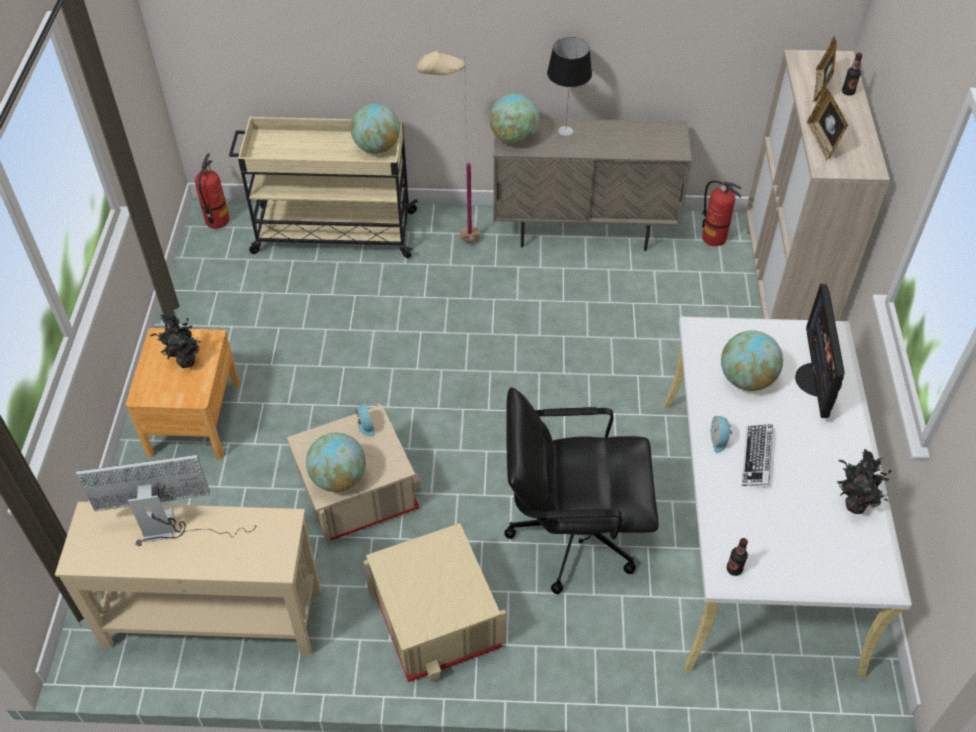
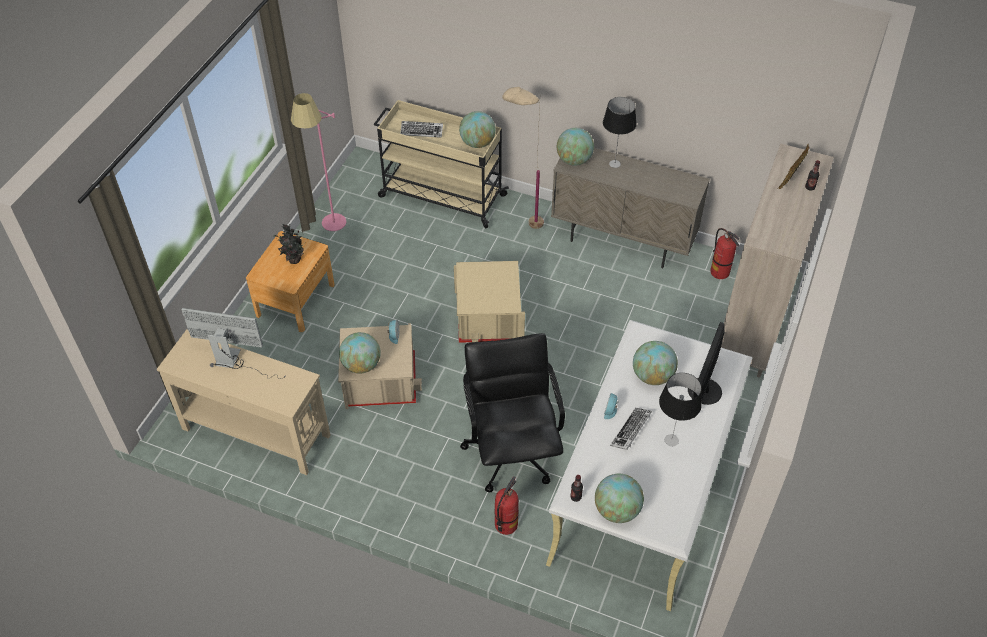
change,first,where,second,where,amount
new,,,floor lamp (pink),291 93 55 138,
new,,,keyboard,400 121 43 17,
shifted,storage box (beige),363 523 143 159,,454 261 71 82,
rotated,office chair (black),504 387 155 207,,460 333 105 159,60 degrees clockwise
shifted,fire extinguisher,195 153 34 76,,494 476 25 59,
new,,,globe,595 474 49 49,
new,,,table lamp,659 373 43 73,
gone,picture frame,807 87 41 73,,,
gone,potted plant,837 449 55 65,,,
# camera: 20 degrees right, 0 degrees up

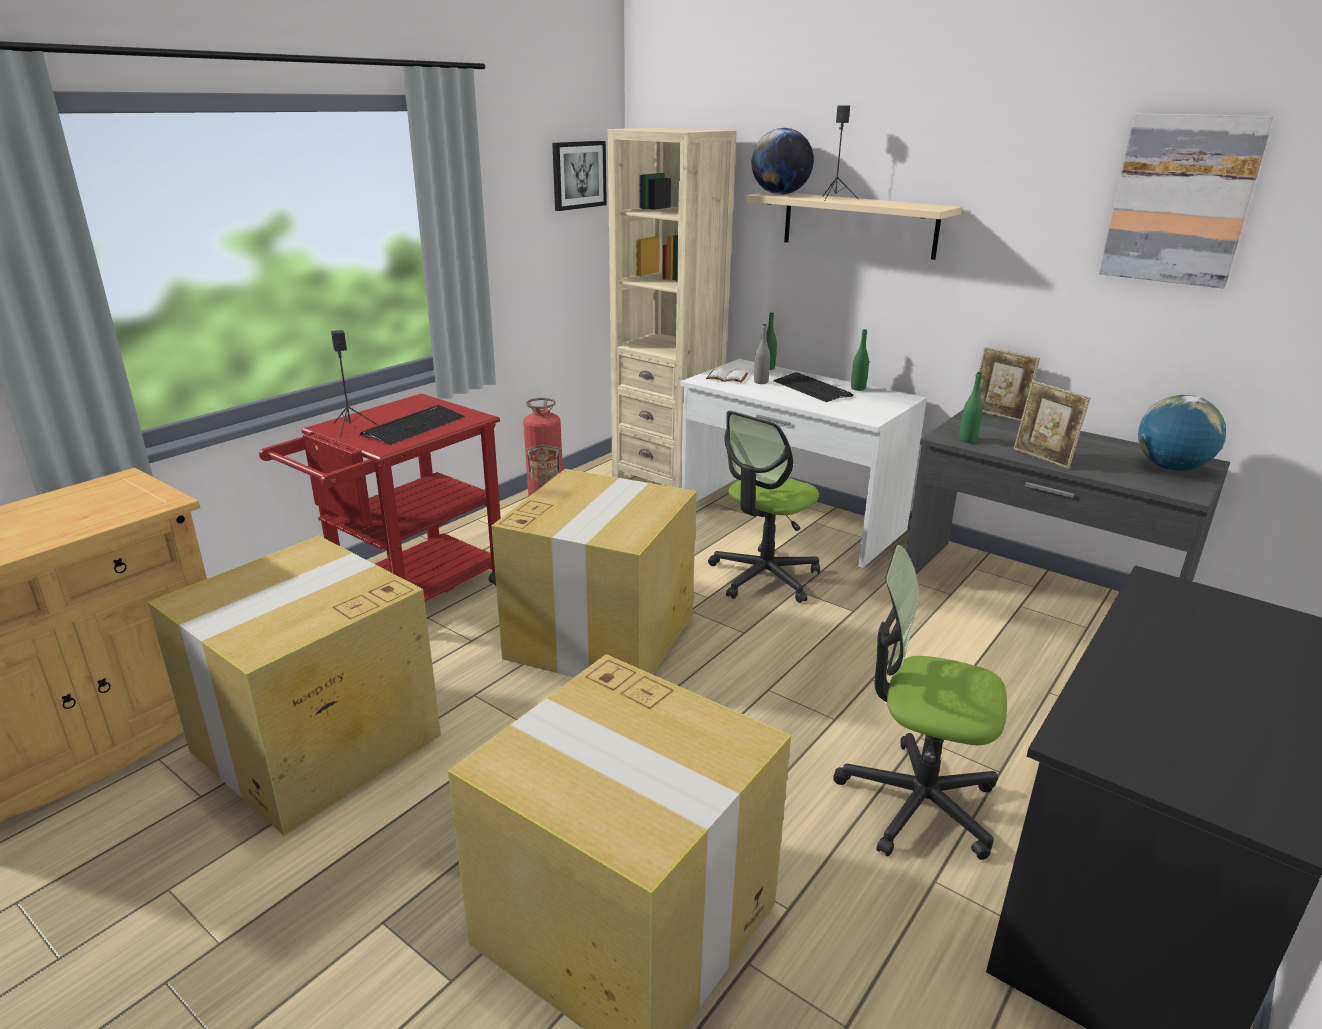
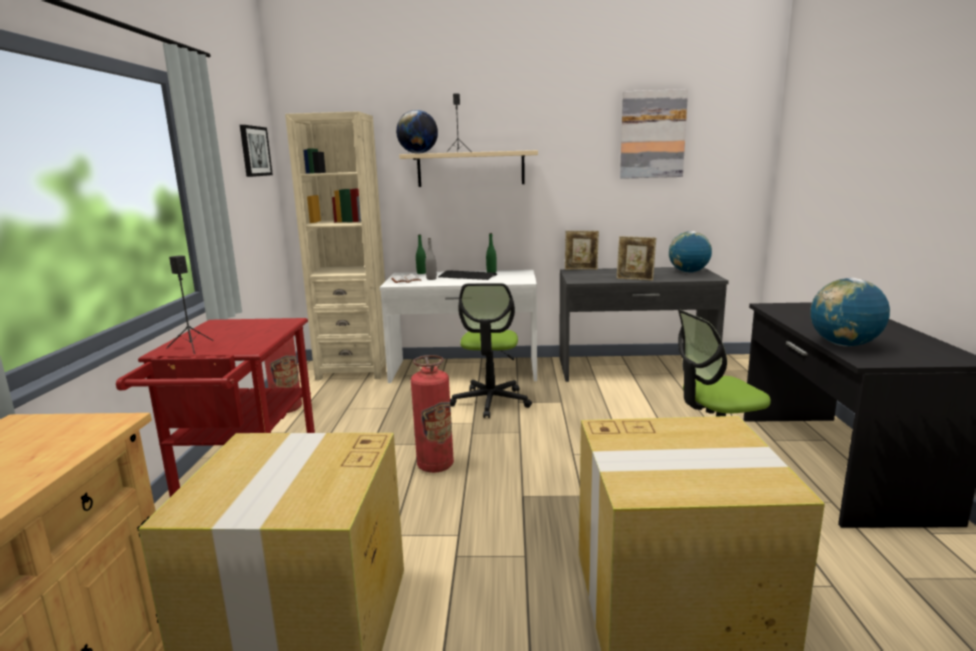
change,first,where,second,where,amount
swapped,cardboard box,491 469 206 208,fire extinguisher,411 355 43 118,
new,,,globe,810 278 80 68,
gone,keyboard,360 405 105 40,,,
gone,bottle (green),959 372 24 71,,,
# camera: 35 degrees left, 10 degrees down

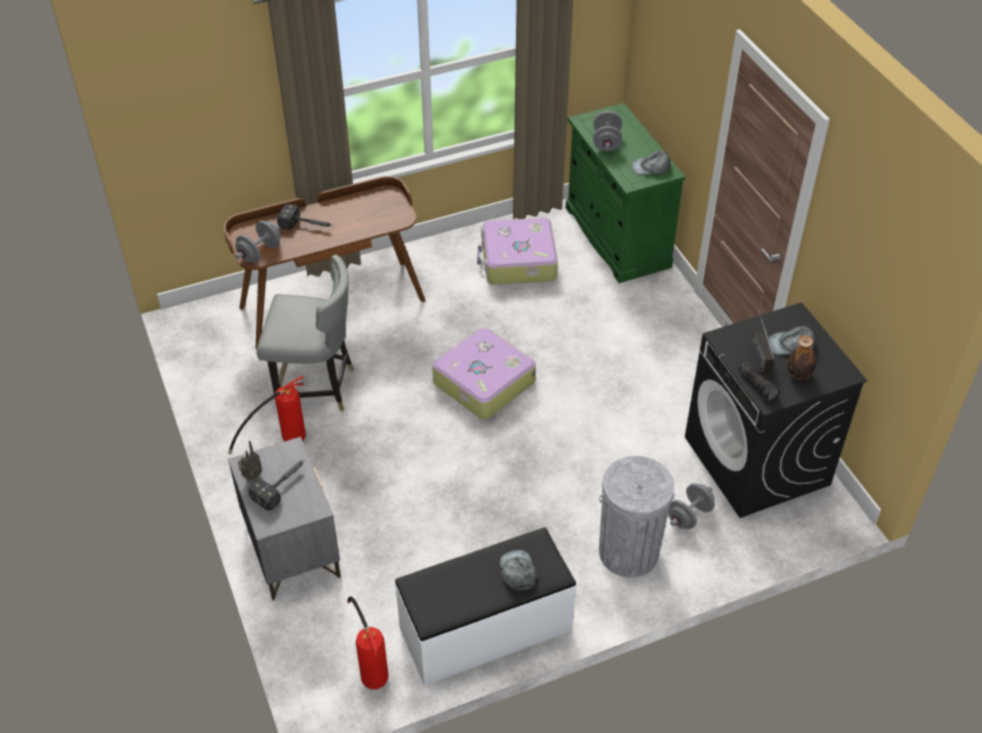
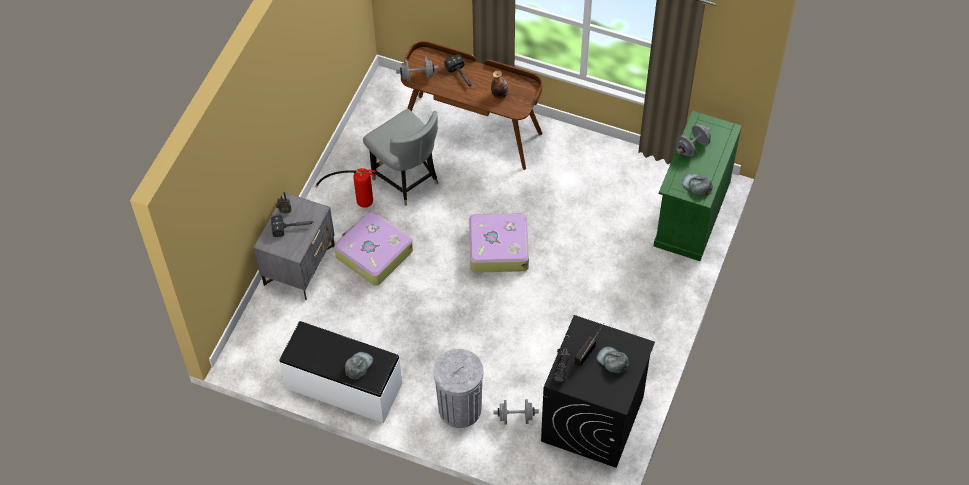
change,first,where,second,where,amount
shifted,suitcase,477 218 81 67,,334 211 79 75,
shifted,bottle,788 335 28 45,,491 70 17 29,
gone,fire extinguisher,347 597 41 92,,,
# camera: 45 degrees right, 10 degrees up

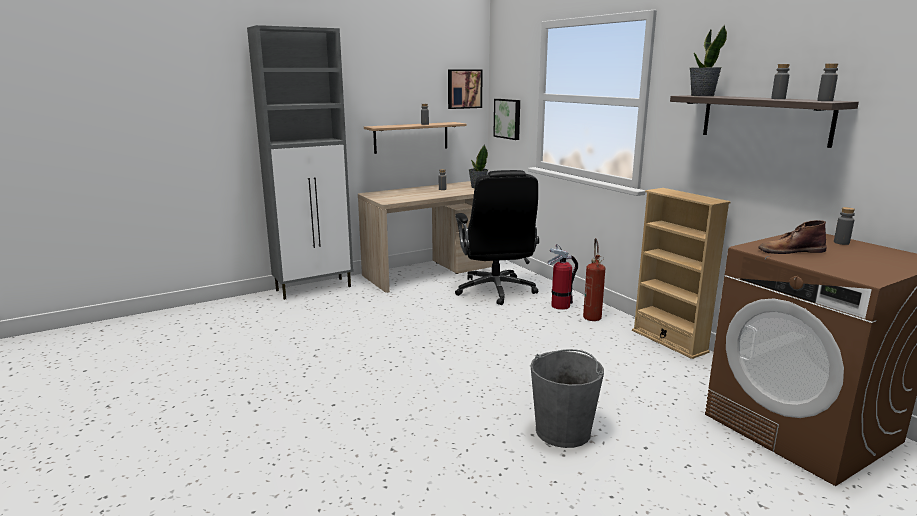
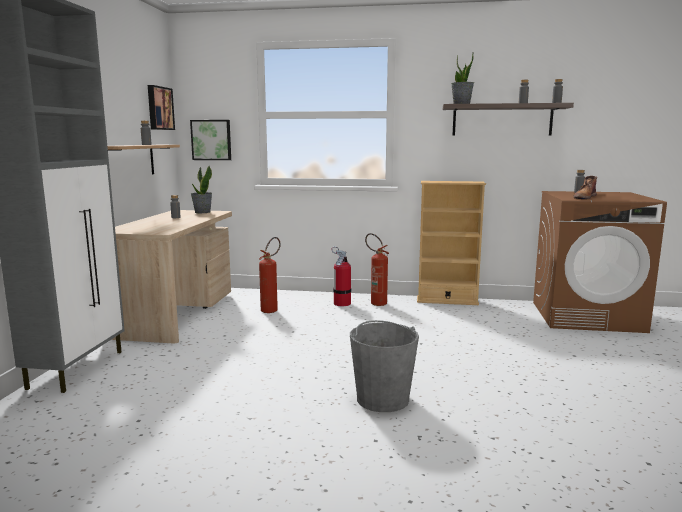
change,first,where,second,where,amount
swapped,office chair (black),455 170 84 135,fire extinguisher,259 237 22 76,
shifted,bucket (grey),531 349 73 99,,350 320 69 92,
# camera: 50 degrees left, 5 degrees down

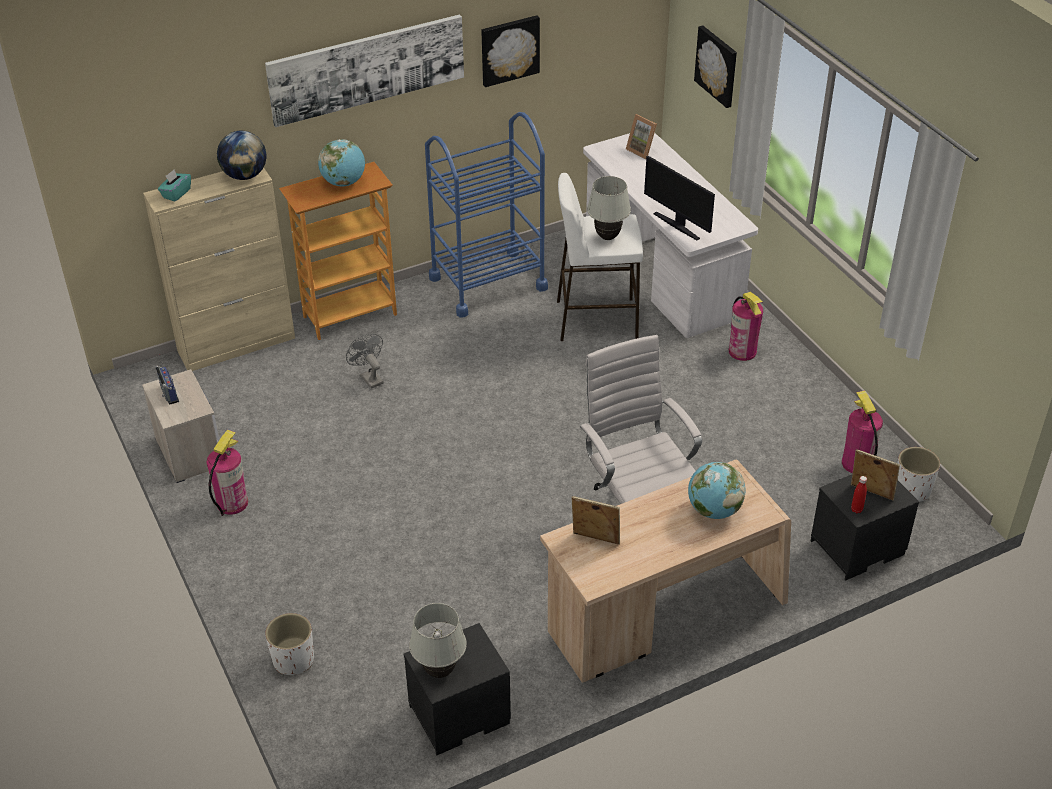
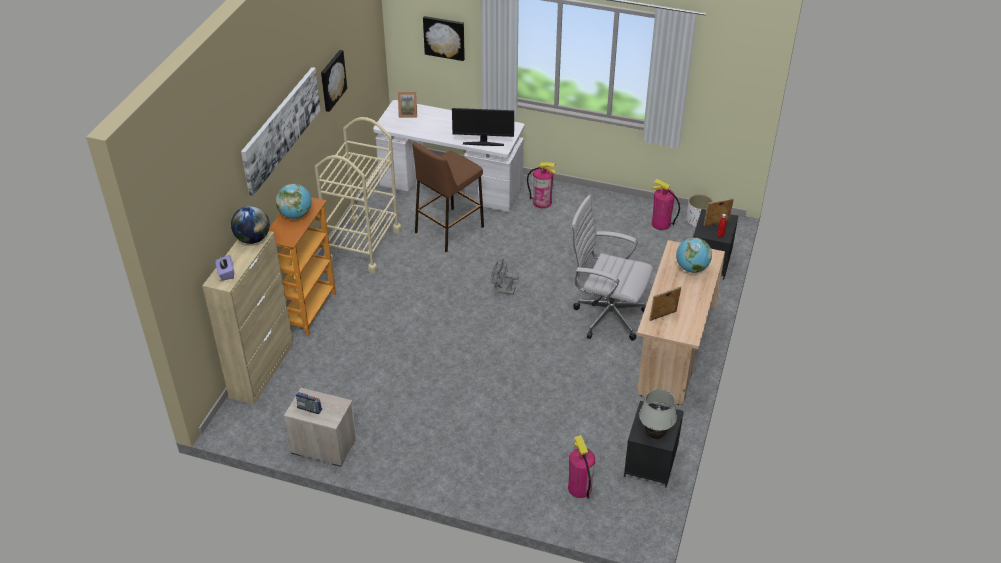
change,first,where,second,where,amount
repainted,tissue box (turquoise),158 169 33 32,tissue box (purple),215 255 19 26,
repainted,cart (blue),425 112 123 206,cart (beige),315 117 86 156,
repainted,stool (white),557 173 86 168,stool (brown),412 142 72 110,
shifted,fan (grey),346 334 38 55,,492 258 27 37,
shifted,fire extinguisher,206 430 42 86,,568 435 28 64,
gone,planter (white),265 613 49 62,,,
gone,table lamp (white),587 176 44 64,,,
# camera: 45 degrees left, 0 degrees up

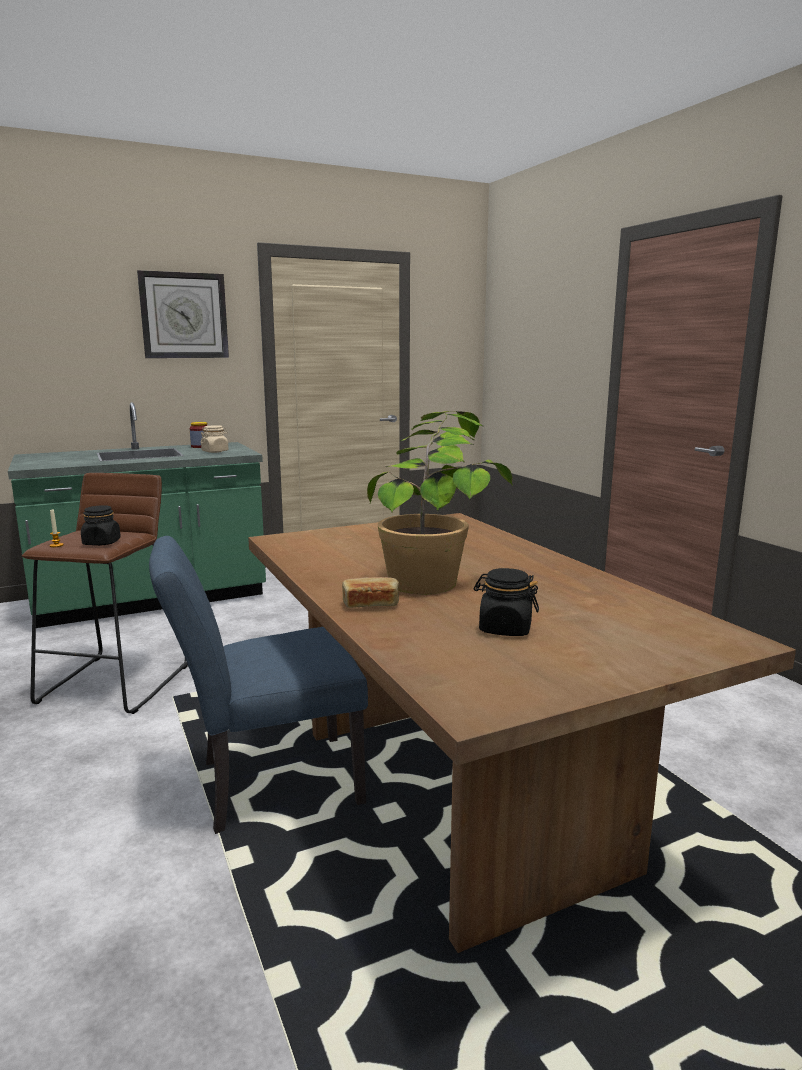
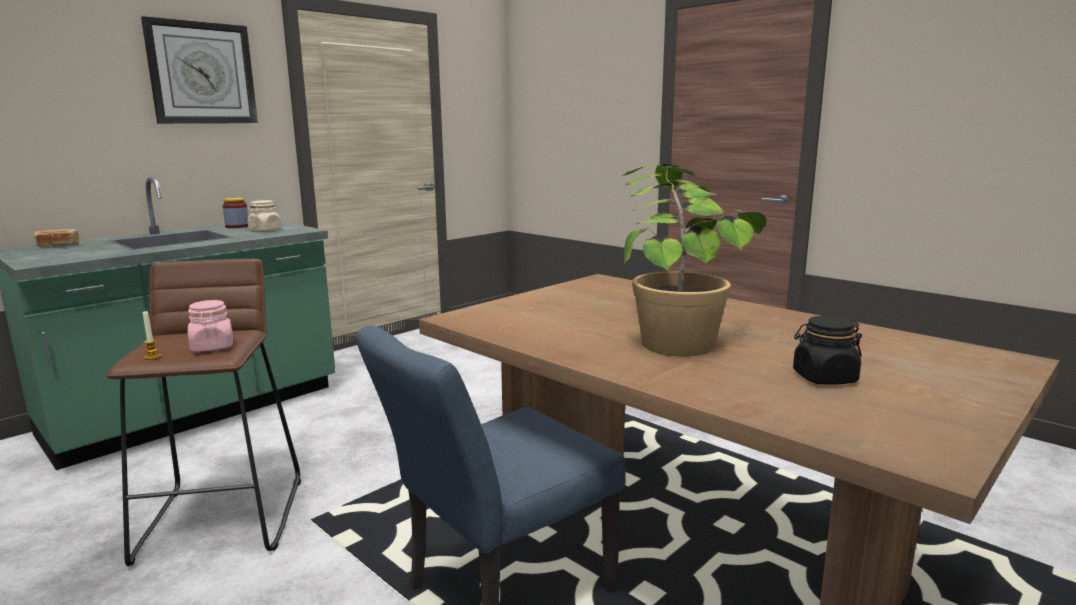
change,first,where,second,where,amount
shifted,bread,342 577 57 31,,34 229 45 18,
repainted,jar (black),81 505 40 41,jar (pink),188 300 45 52,
# camera: 20 degrees left, 0 degrees up

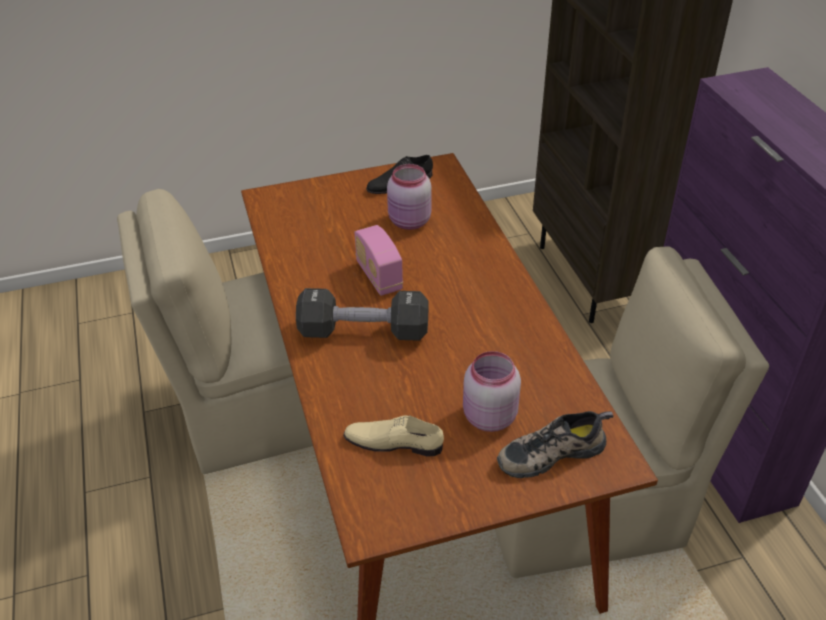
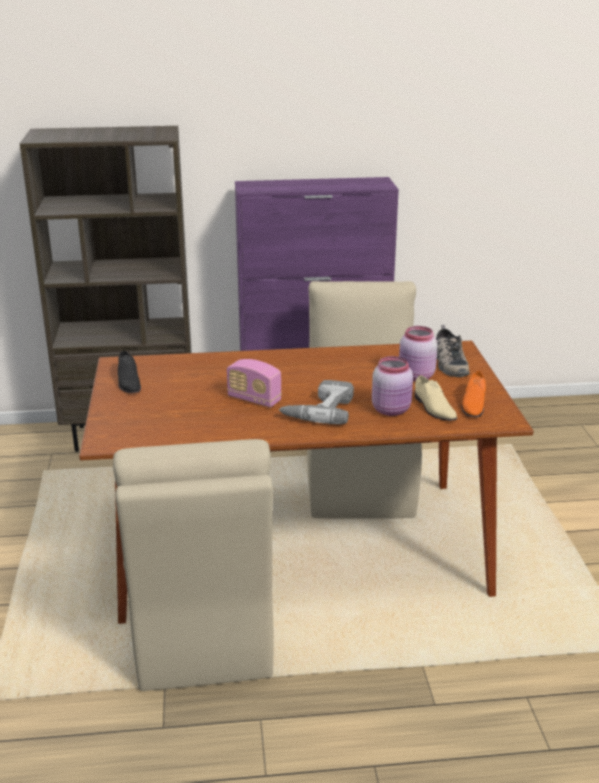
change,first,where,second,where,amount
rotated,radio,355 225 48 71,,227 359 55 48,45 degrees clockwise
swapped,dumbbell (black),296 288 132 53,power drill,279 380 75 44,
shifted,jar (pink),387 164 45 66,,372 356 41 60,
rotated,shoe (beige),344 415 100 42,,415 375 42 46,45 degrees counterclockwise
new,,,shoe (orange),462 371 24 46,
# camera: 80 degrees left, 15 degrees down

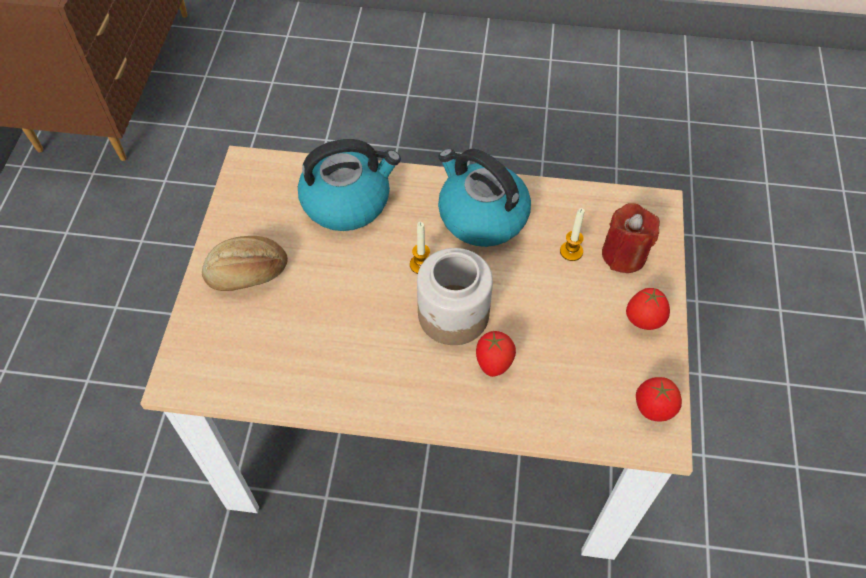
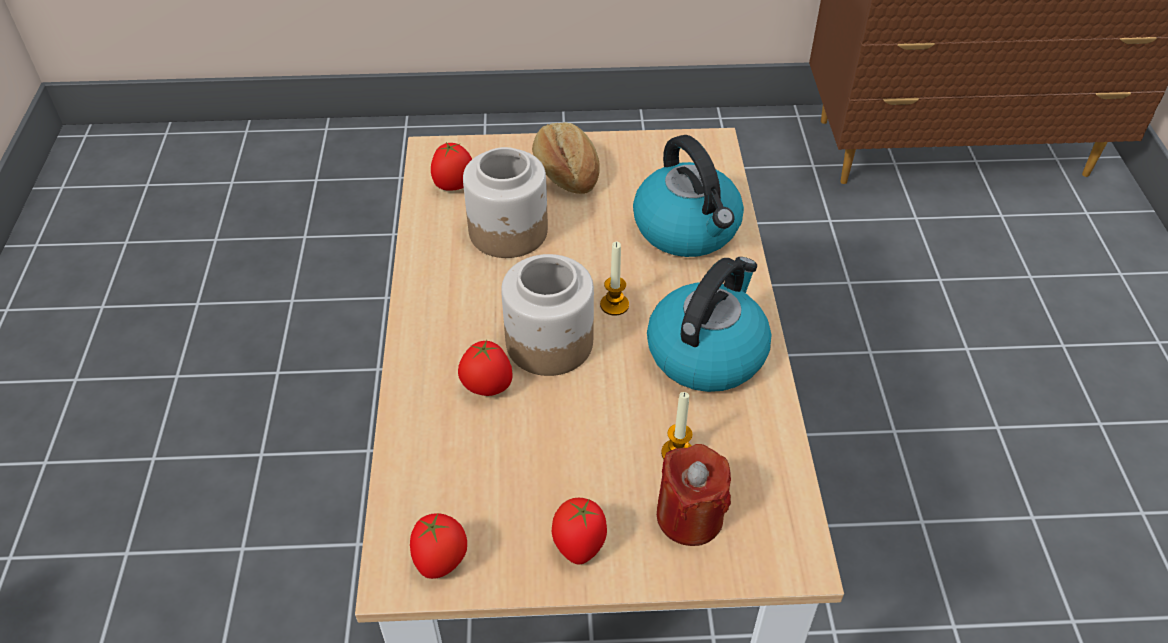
change,first,where,second,where,amount
new,,,tomato,431 142 41 48,
new,,,jar,463 147 85 111,
# camera: 80 degrees right, 10 degrees down

